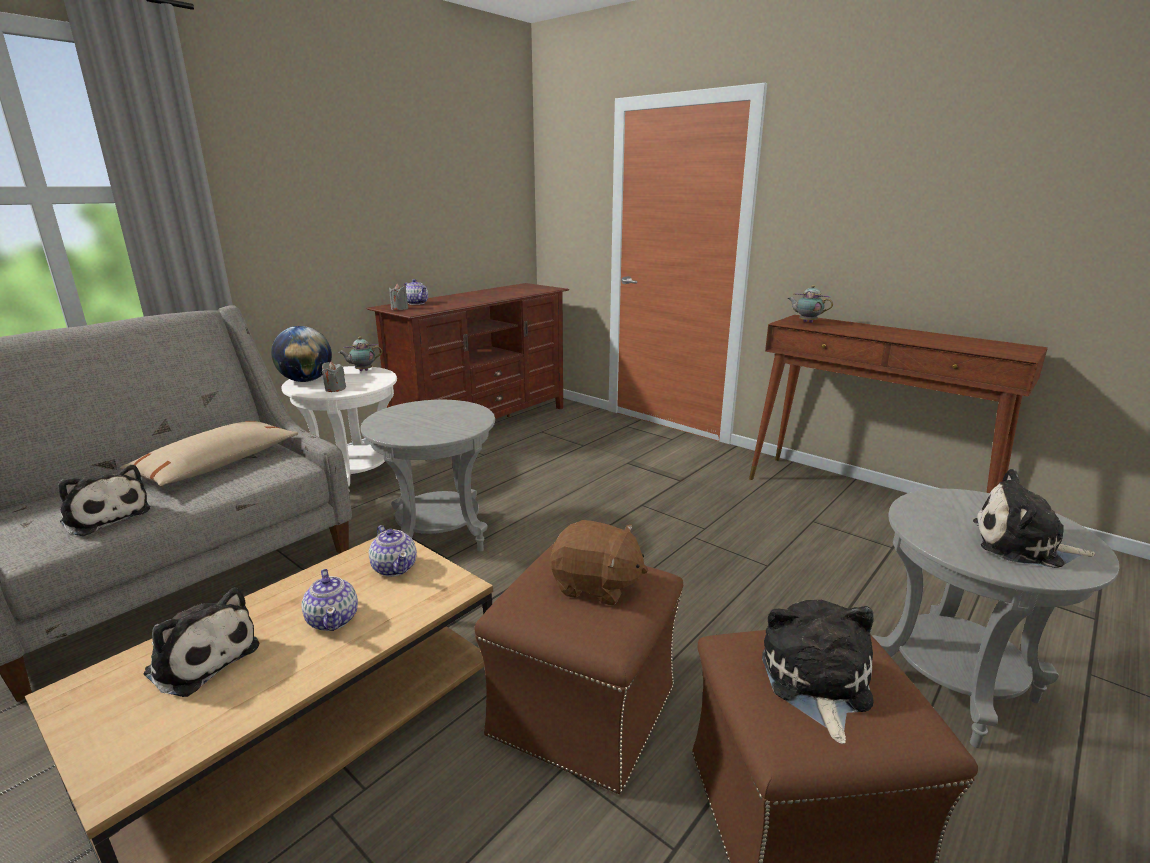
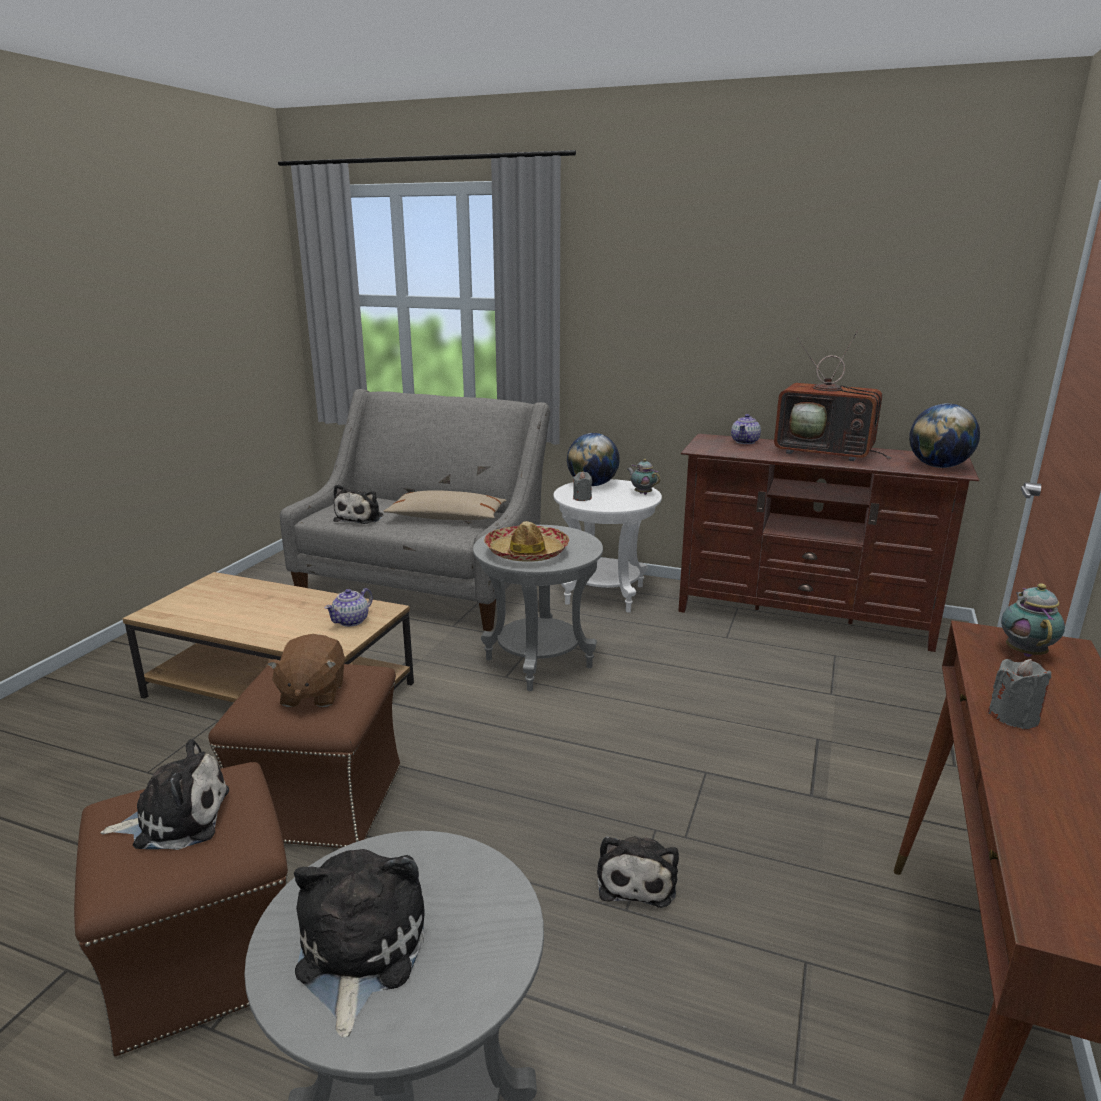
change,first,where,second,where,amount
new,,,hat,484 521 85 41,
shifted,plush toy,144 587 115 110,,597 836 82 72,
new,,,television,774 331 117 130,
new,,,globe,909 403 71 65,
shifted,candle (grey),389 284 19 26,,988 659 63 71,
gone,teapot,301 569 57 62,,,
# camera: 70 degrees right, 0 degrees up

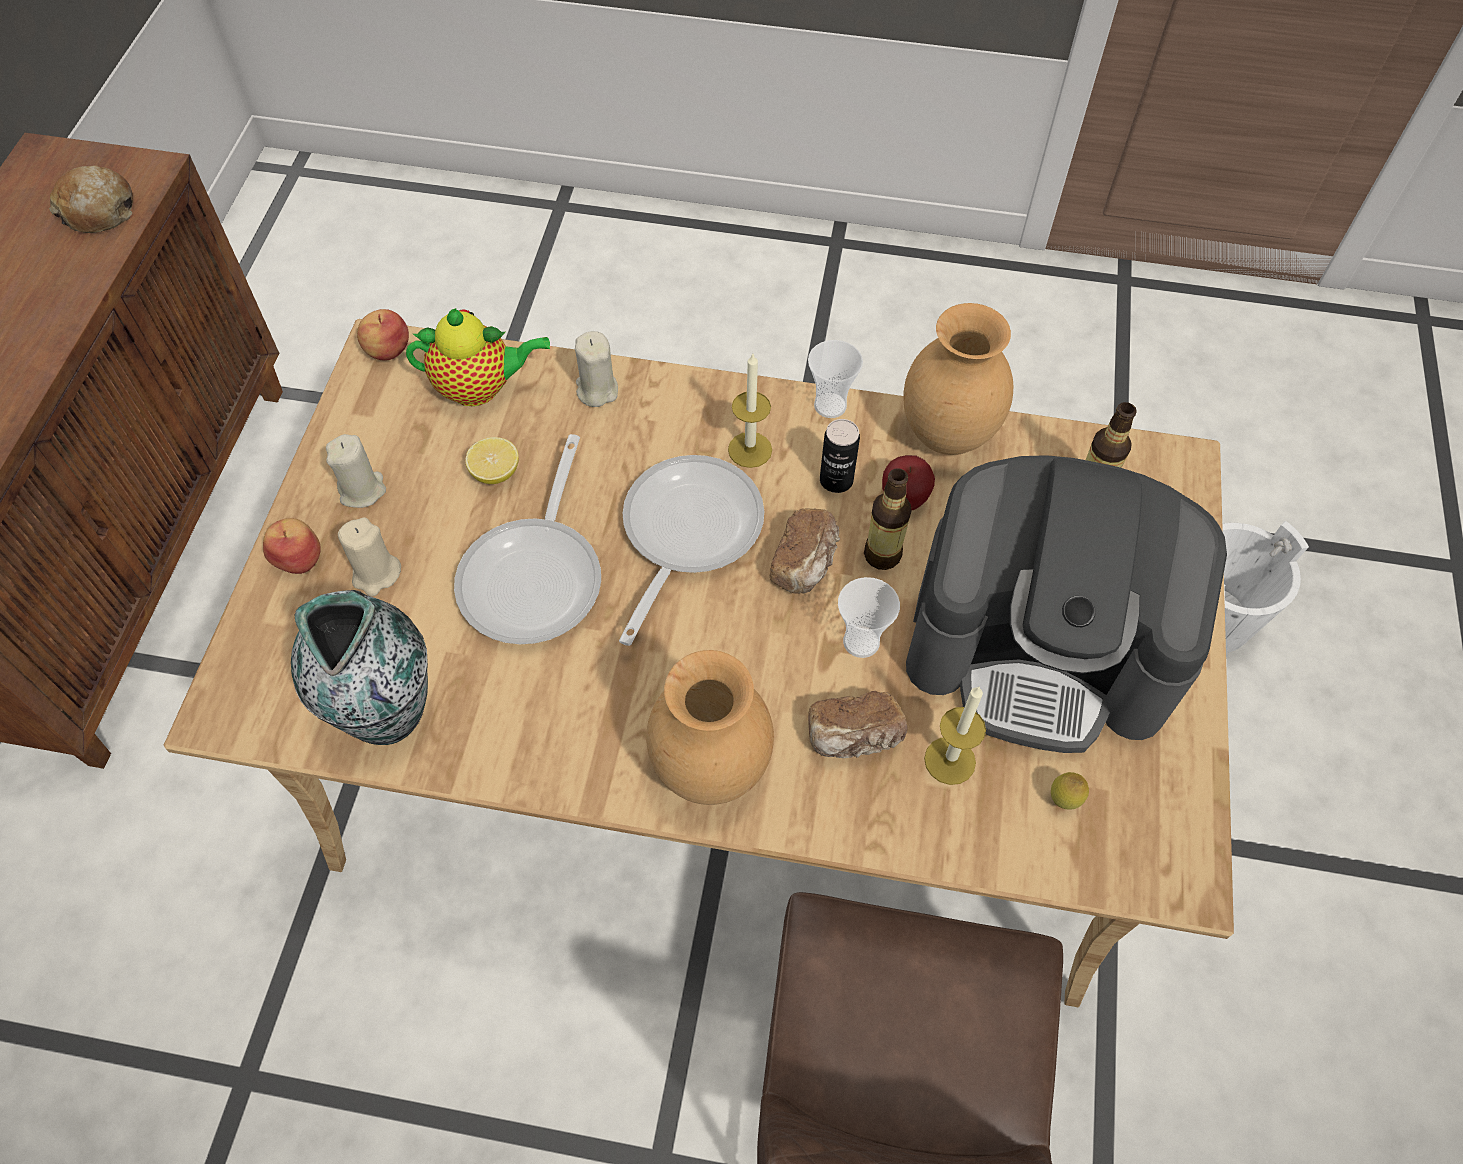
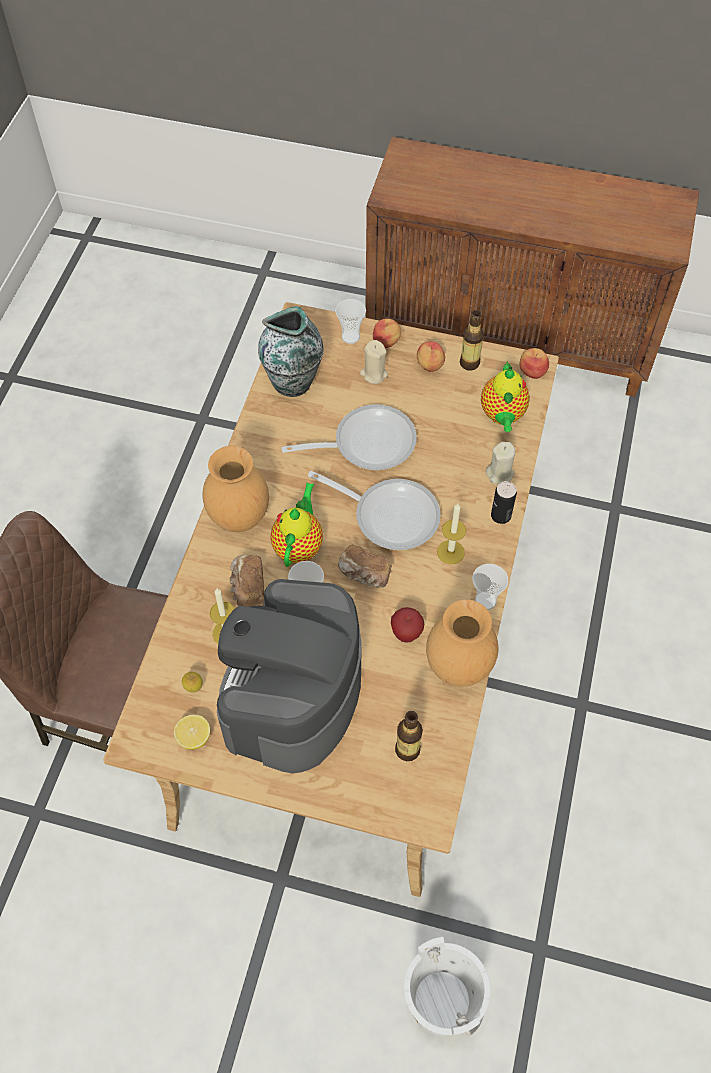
change,first,where,second,where,amount
shifted,lemon,466 437 53 47,,174 715 36 35,
new,,,teapot,270 482 53 85,
rotated,frying pan,454 434 147 210,,281 404 136 66,150 degrees clockwise
new,,,cup,335 299 31 45,
swapped,candle (beige),326 434 60 74,apple,417 341 28 31,
shifted,bottle,864 468 48 102,,460 310 24 61,
shifted,can,820 419 40 74,,491 481 26 43,
gone,bread,49 165 84 68,,,
# camera: 95 degrees right, 0 degrees up

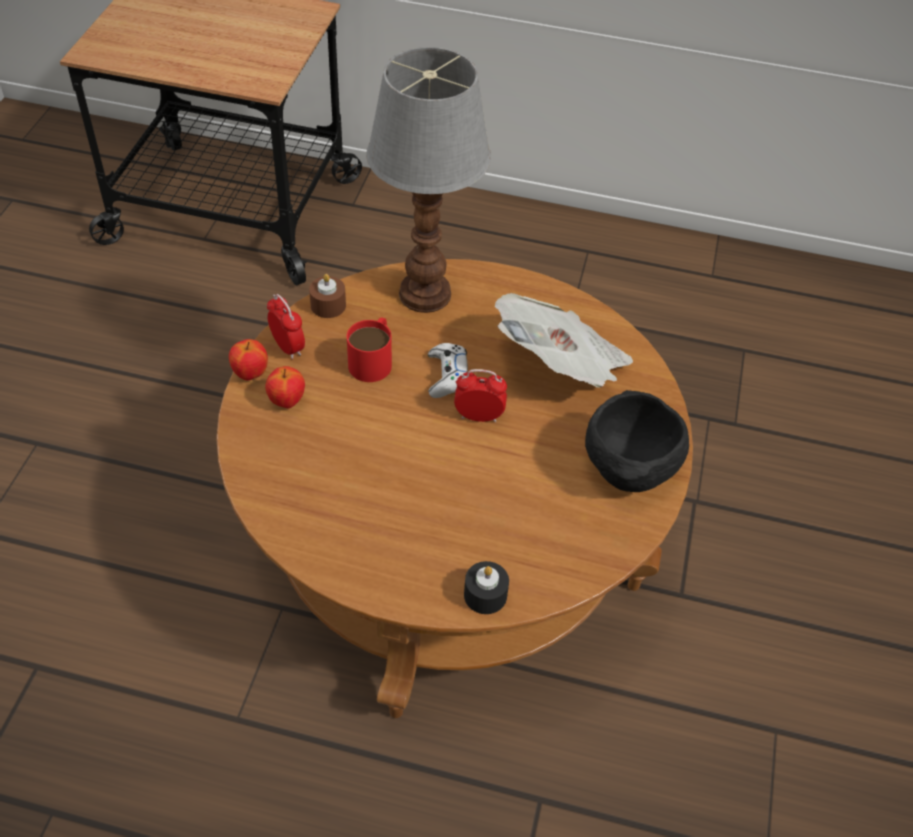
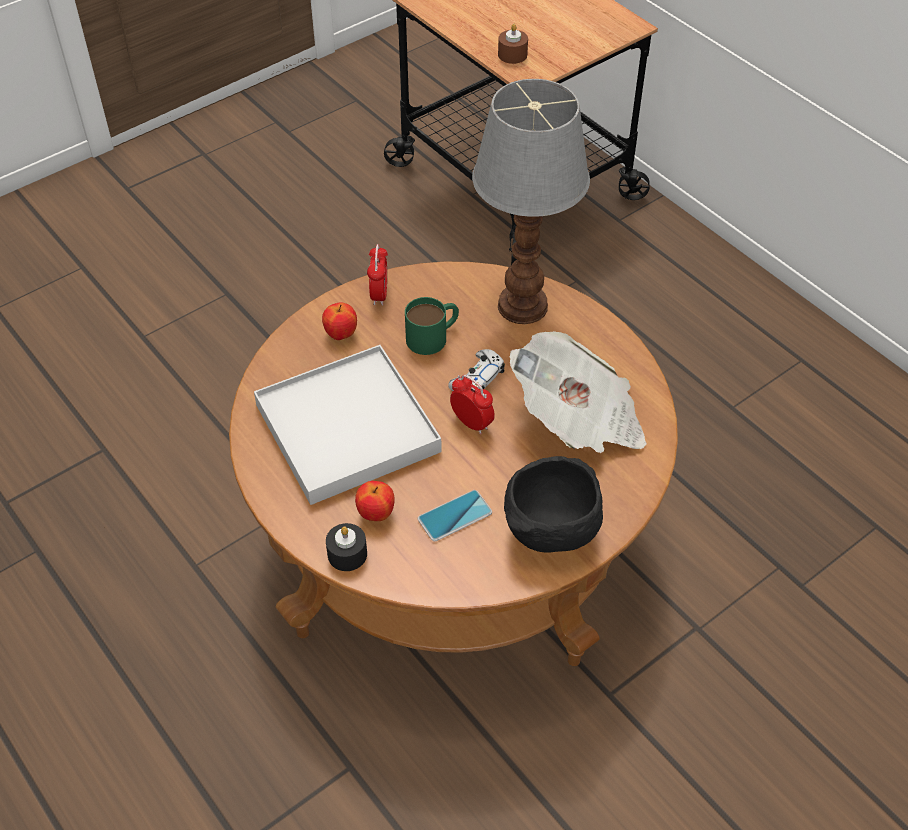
change,first,where,second,where,amount
new,,,tray (white),254 345 188 160,
shifted,apple,229 339 39 41,,355 481 40 40,
repainted,mug (red),347 317 45 65,mug (green),405 297 54 58,
new,,,phone,418 490 74 51,
shifted,candle (brown),309 274 37 44,,498 24 30 40,
# camera: 40 degrees right, 0 degrees up

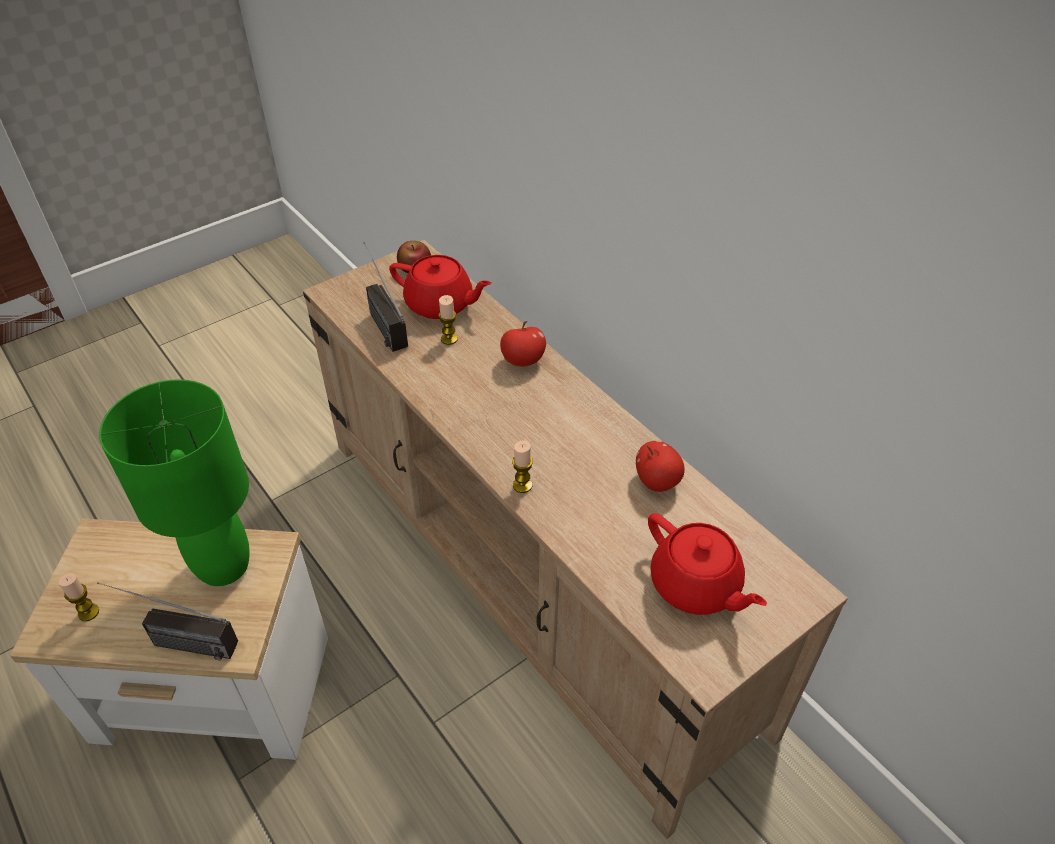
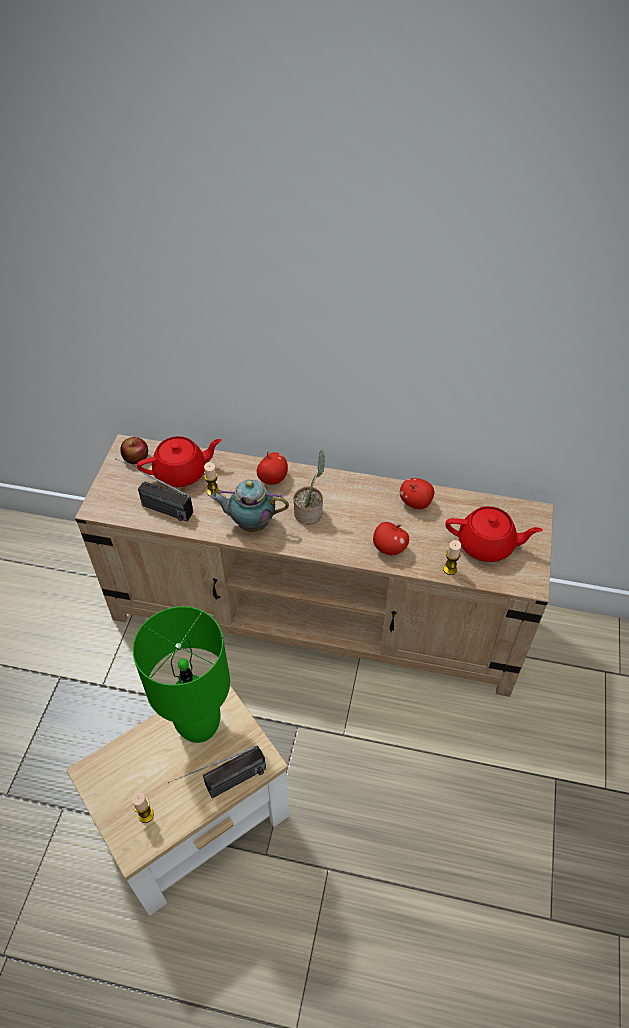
change,first,where,second,where,amount
new,,,teapot,210 479 79 53,
new,,,potted plant,293 450 32 75,
new,,,apple,373 522 36 33,
shifted,candle,512 440 21 53,,443 540 18 35,
# camera: 40 degrees left, 5 degrees up

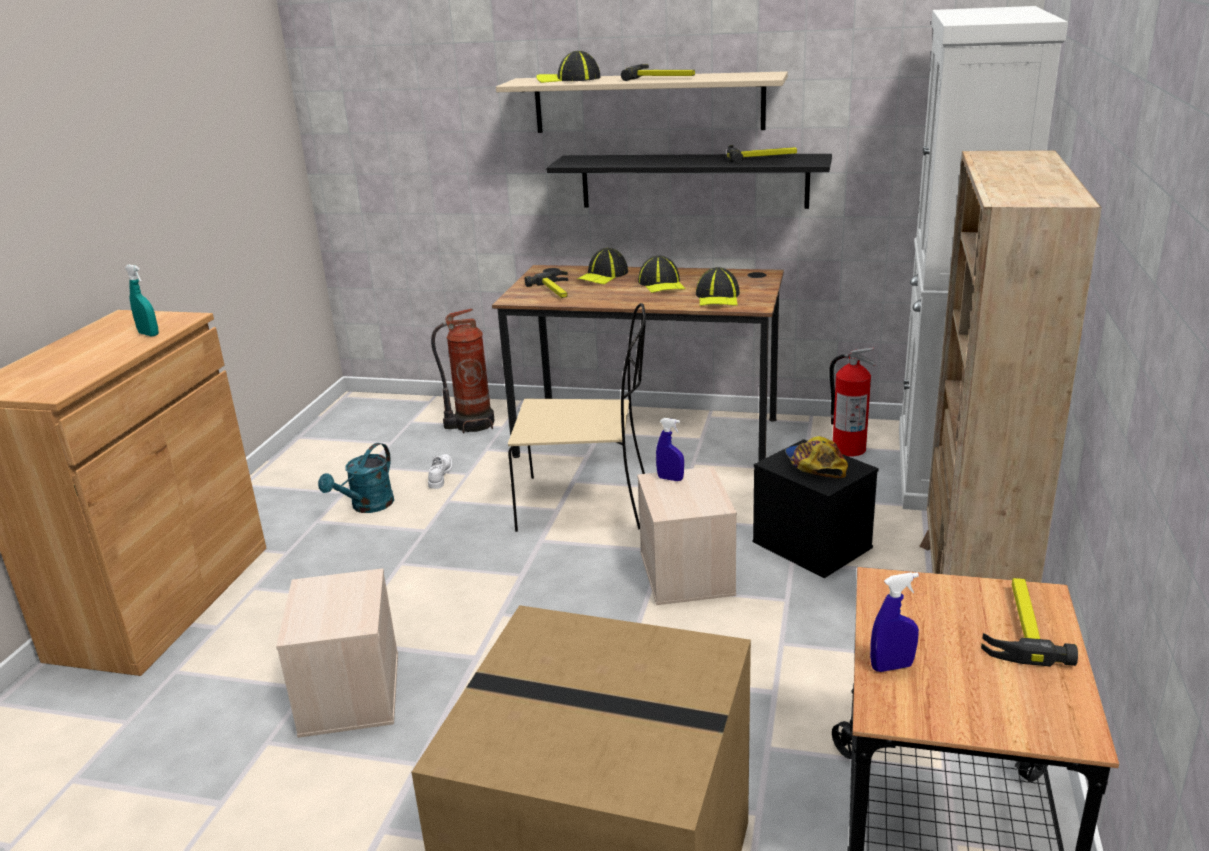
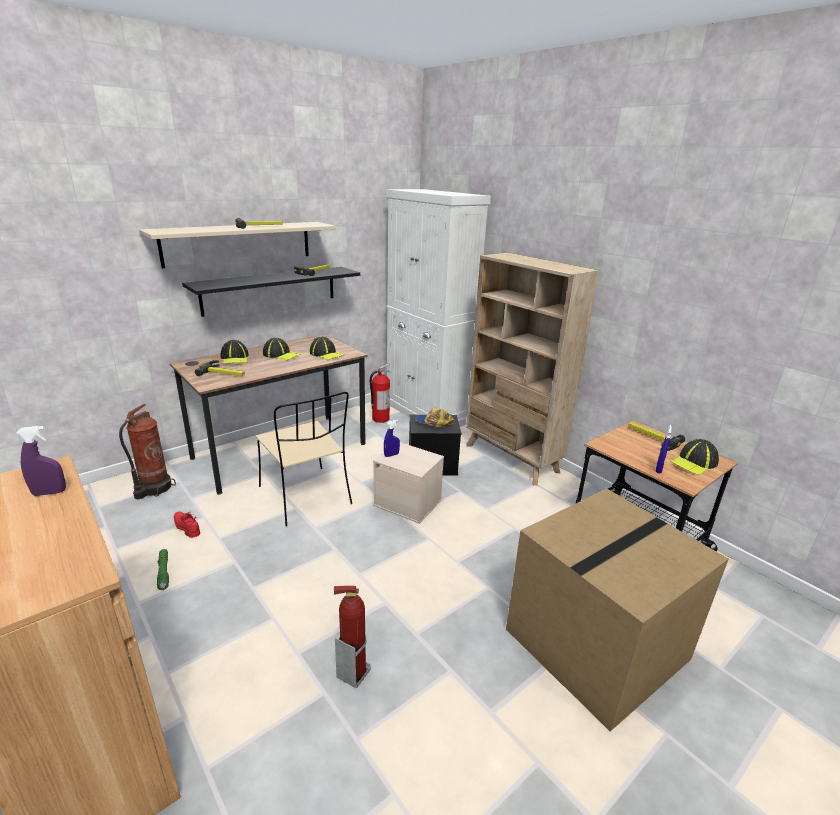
change,first,where,second,where,amount
repainted,spray bottle (turquoise),125 265 34 71,spray bottle (purple),16 426 50 70,
swapped,watering can (turquoise),318 443 76 70,flashlight (green),157 549 12 41,
repainted,shoe (white),428 454 25 35,shoe (red),174 511 26 27,
rotated,chair (beige),508 303 138 229,,256 392 96 134,105 degrees clockwise
swapped,storage box (beige),276 568 122 170,fire extinguisher,334 585 37 103,
shifted,cap,536 51 65 32,,671 439 48 36,
# camera: 55 degrees left, 0 degrees up

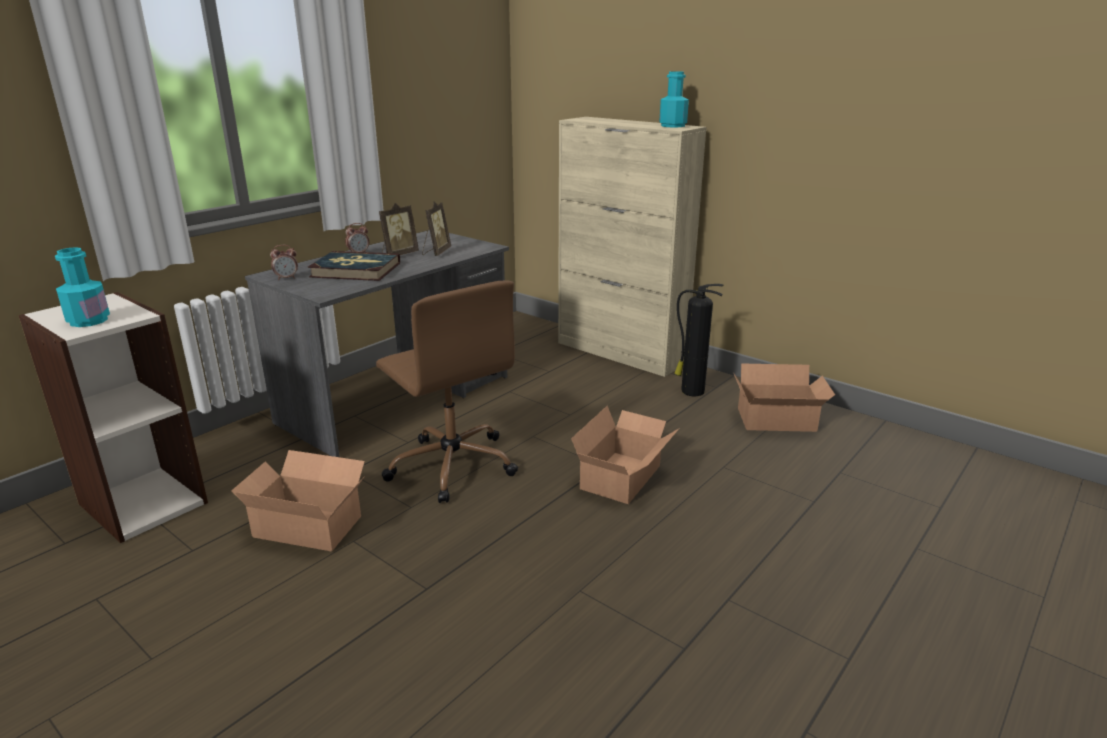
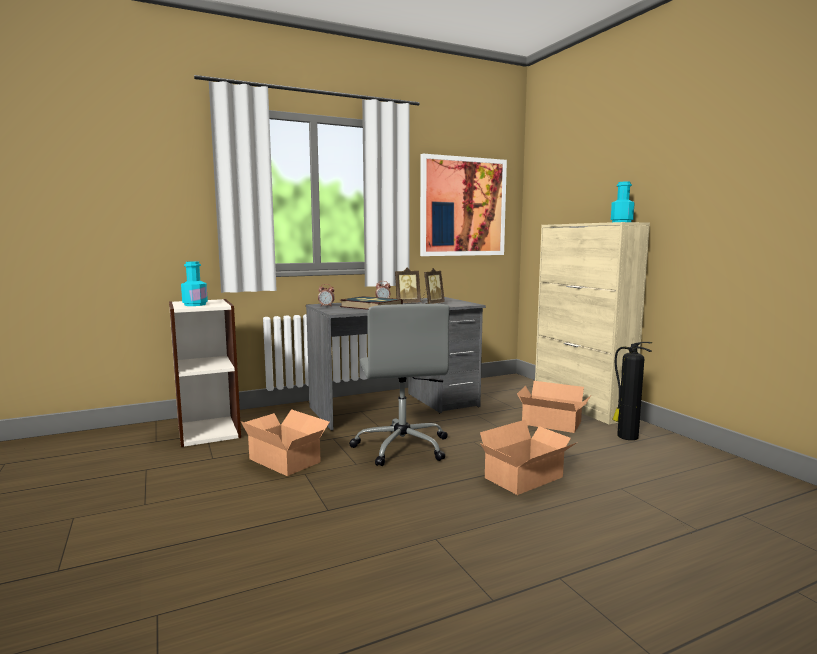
change,first,where,second,where,amount
repainted,office chair (brown),376 280 142 223,office chair (grey),349 304 101 162,
new,,,picture,420 154 87 102,
shifted,cardboard box,734 363 101 69,,517 381 74 52,
# camera: 25 degrees right, 15 degrees down

